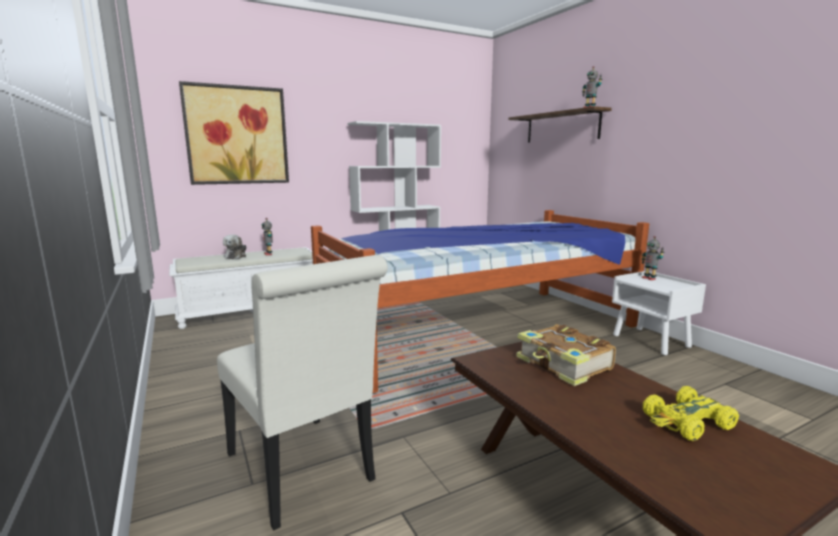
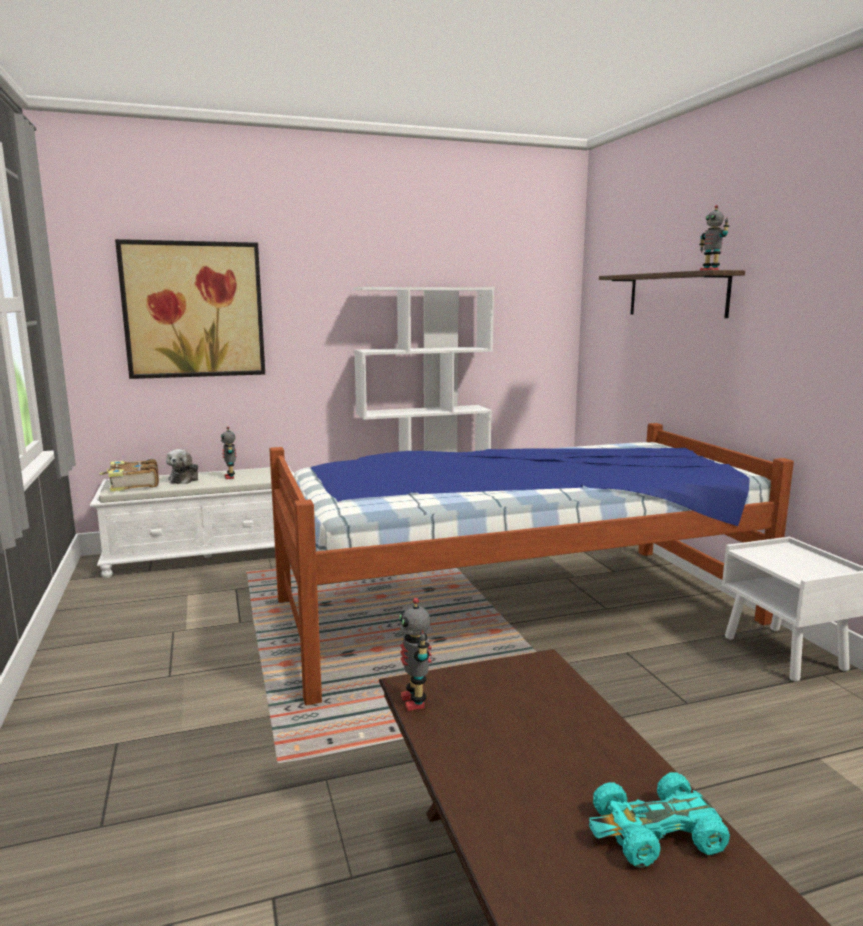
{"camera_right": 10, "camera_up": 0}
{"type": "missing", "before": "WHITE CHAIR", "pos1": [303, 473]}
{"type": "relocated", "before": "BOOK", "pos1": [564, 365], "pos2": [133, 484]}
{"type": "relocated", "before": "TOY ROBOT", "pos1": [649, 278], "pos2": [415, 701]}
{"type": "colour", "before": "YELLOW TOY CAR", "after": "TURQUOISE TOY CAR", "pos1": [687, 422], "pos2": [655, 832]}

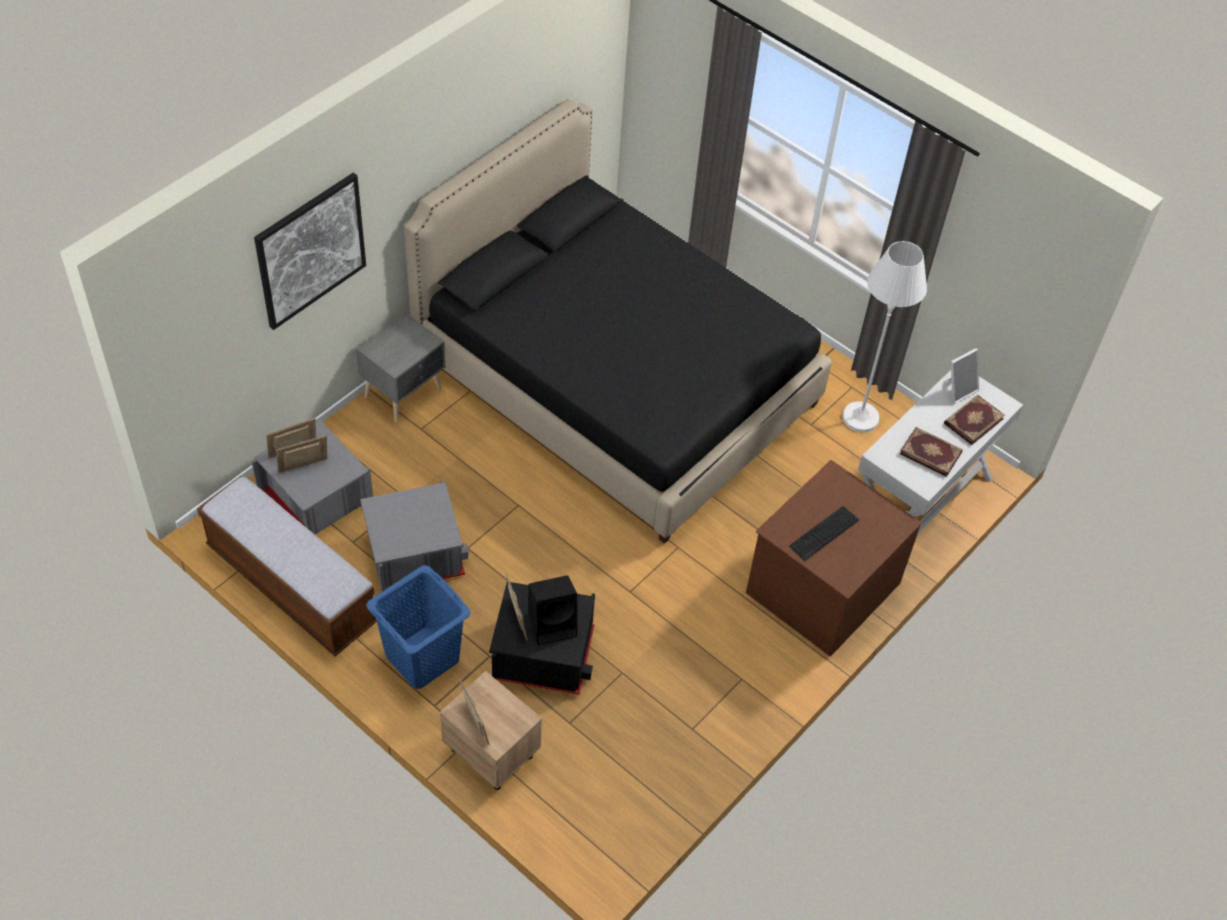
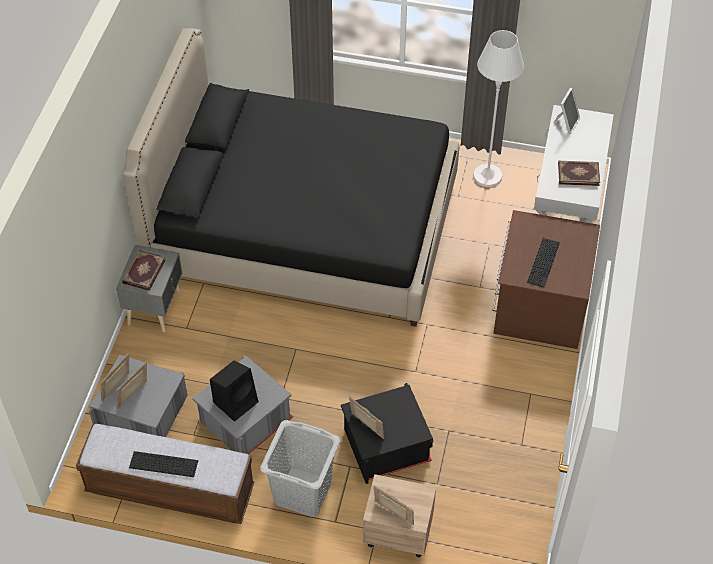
{"camera_right": -25, "camera_up": 0}
{"type": "missing", "before": "PICTURE", "pos1": [310, 250]}
{"type": "colour", "before": "BLUE LAUNDRY BASKET", "after": "GREY LAUNDRY BASKET", "pos1": [421, 657], "pos2": [302, 492]}
{"type": "relocated", "before": "BLACK SPEAKER", "pos1": [553, 623], "pos2": [236, 401]}
{"type": "relocated", "before": "BOOK", "pos1": [972, 420], "pos2": [143, 271]}
{"type": "appeared", "after": "KEYBOARD", "pos2": [163, 464]}

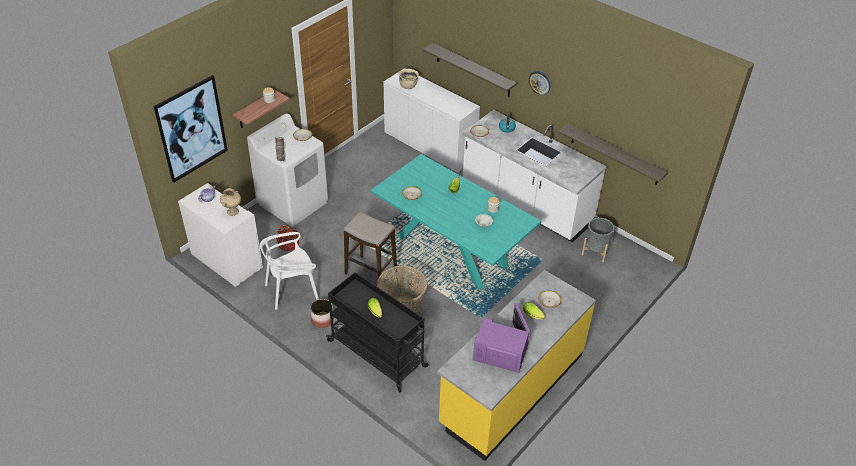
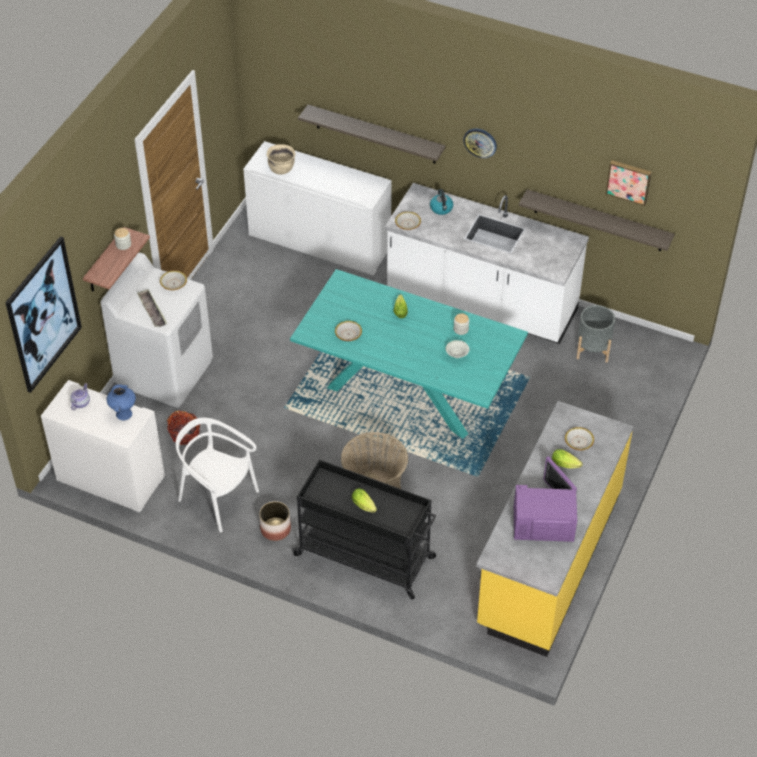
{"camera_right": -15, "camera_up": 5}
{"type": "colour", "before": "BEIGE VASE", "after": "BLUE VASE", "pos1": [233, 211], "pos2": [123, 413]}
{"type": "spun", "before": "WHITE CHAIR", "pos1": [292, 290], "pos2": [217, 498], "turn": 75}
{"type": "missing", "before": "STOOL", "pos1": [371, 273]}
{"type": "appeared", "after": "PICTURE", "pos2": [629, 181]}

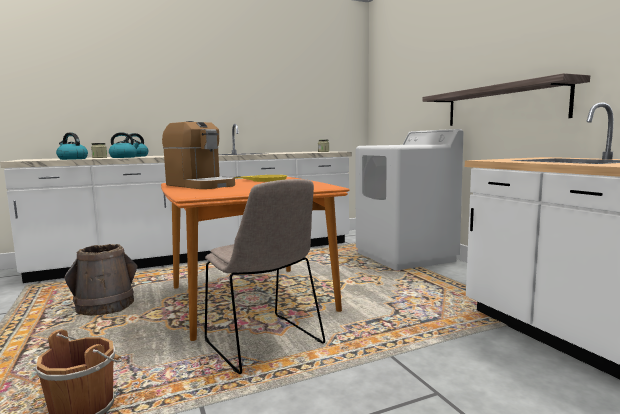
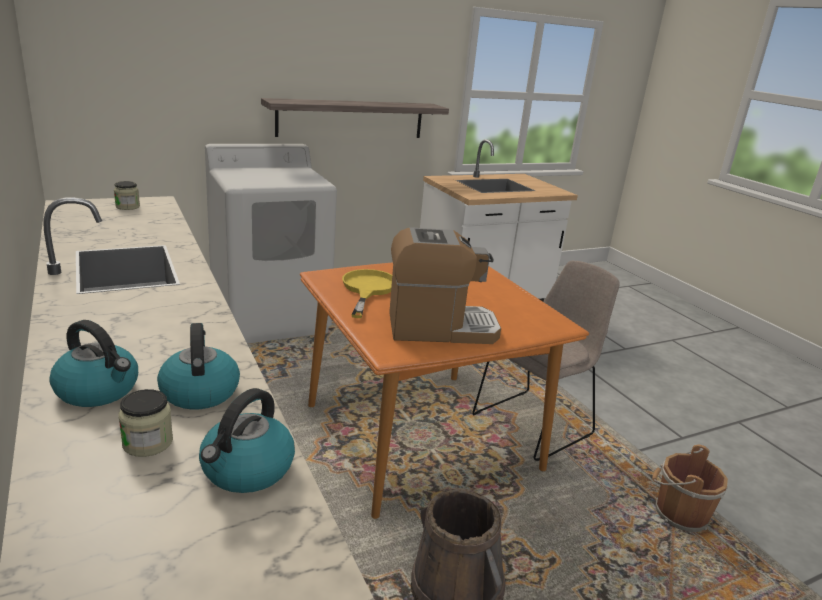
{"camera_right": -95, "camera_up": 15}
{"type": "spun", "before": "COFFEE MACHINE", "pos1": [200, 185], "pos2": [440, 328], "turn": 45}

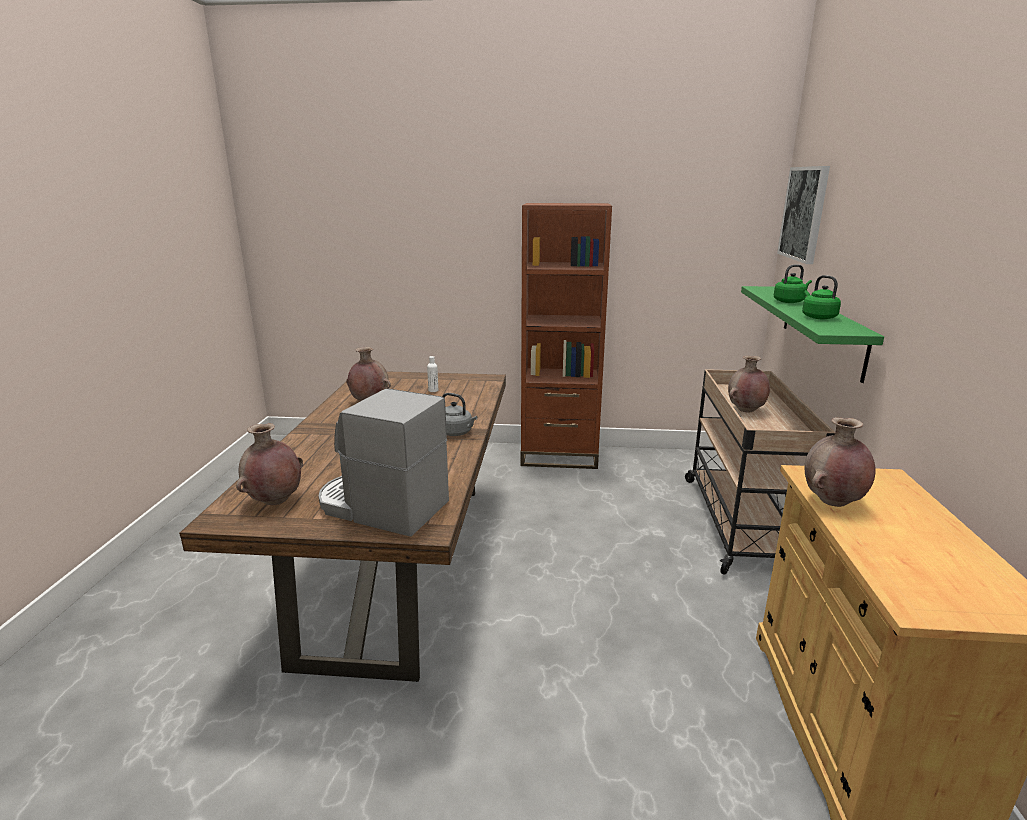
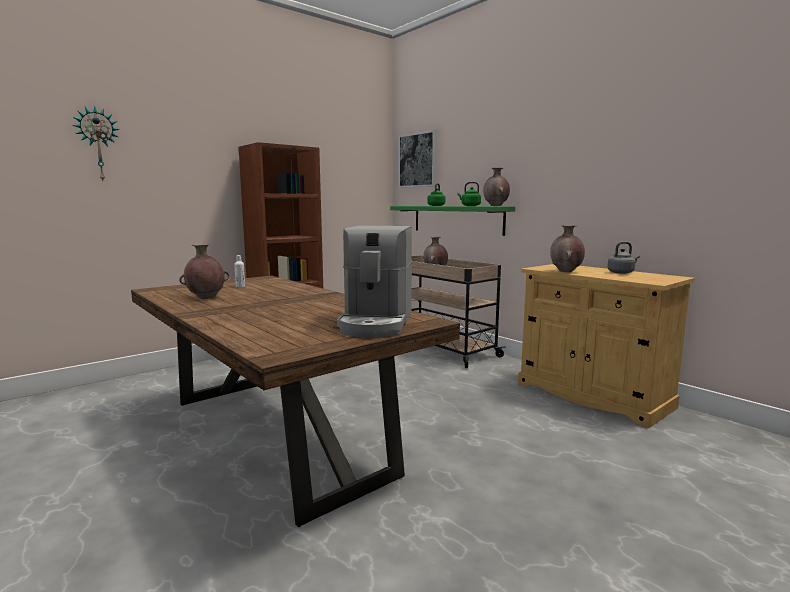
{"camera_right": -45, "camera_up": -10}
{"type": "relocated", "before": "BROWN VASE", "pos1": [274, 501], "pos2": [496, 206]}
{"type": "spun", "before": "COFFEE MACHINE", "pos1": [381, 507], "pos2": [376, 323], "turn": -60}
{"type": "relocated", "before": "GREY KETTLE", "pos1": [457, 433], "pos2": [621, 272]}
{"type": "appeared", "after": "WALL CLOCK", "pos2": [98, 144]}

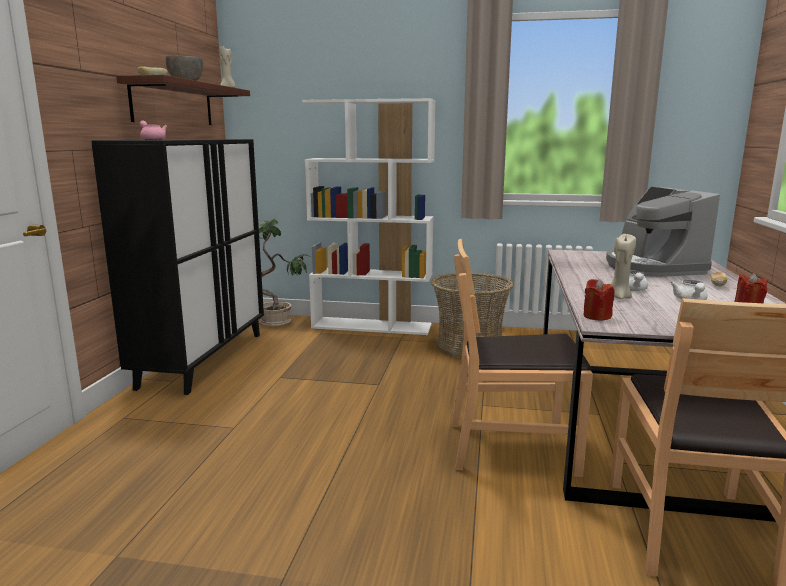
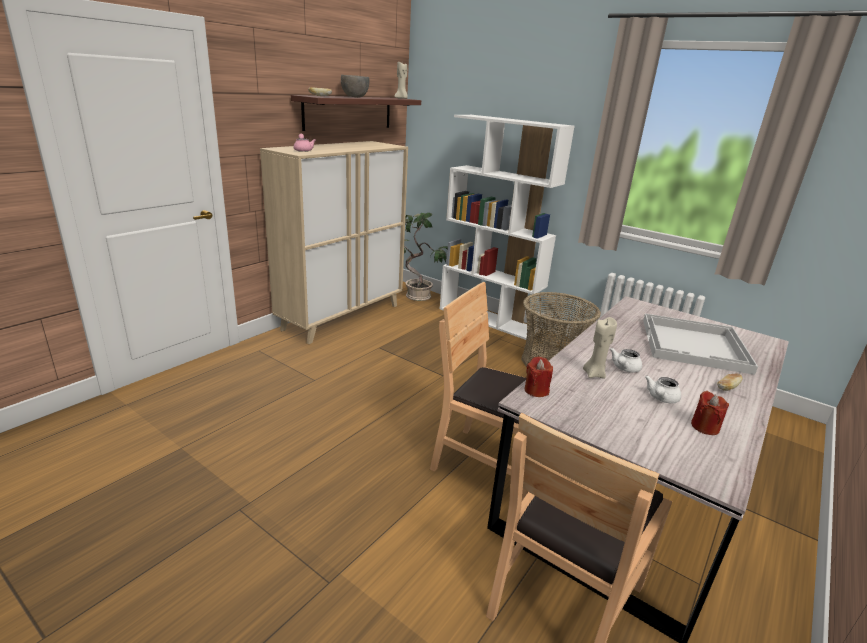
{"camera_right": 25, "camera_up": 10}
{"type": "colour", "before": "BLACK CABINET", "after": "BEIGE CABINET", "pos1": [203, 359], "pos2": [342, 317]}
{"type": "exchanged", "before": "COFFEE MACHINE", "after": "WHITE TRAY", "pos1": [652, 267], "pos2": [695, 345]}

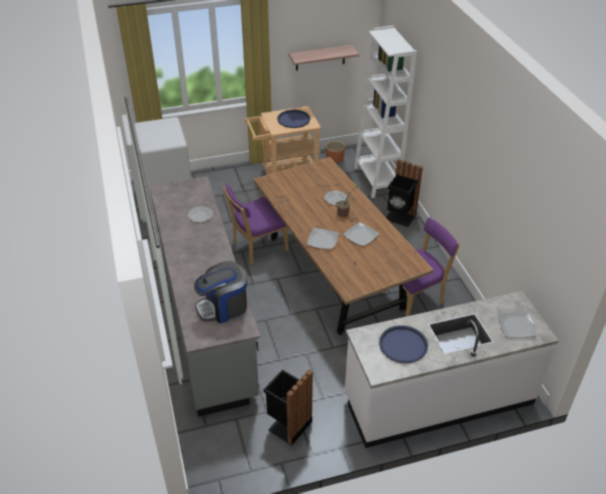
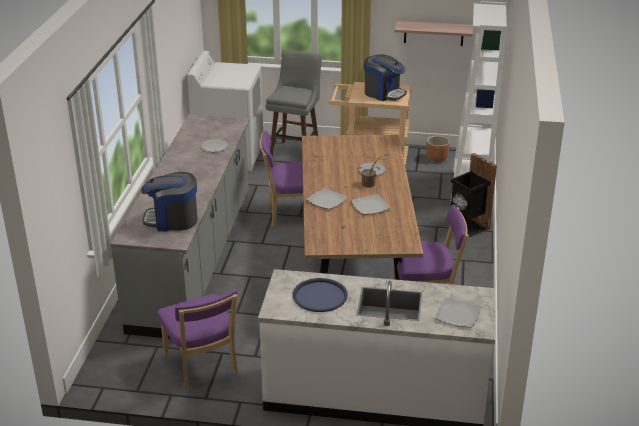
{"camera_right": 25, "camera_up": -10}
{"type": "exchanged", "before": "BLACK TRASH CAN", "after": "PURPLE CHAIR", "pos1": [288, 425], "pos2": [202, 367]}
{"type": "exchanged", "before": "BLUE TRAY", "after": "COFFEE MACHINE", "pos1": [293, 119], "pos2": [383, 93]}
{"type": "appeared", "after": "GREY STOOL", "pos2": [295, 152]}

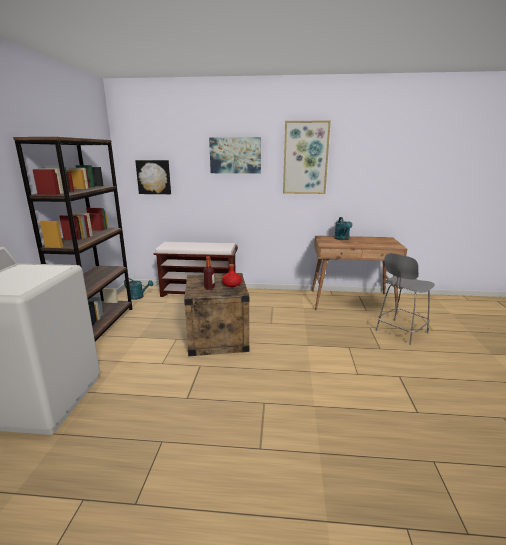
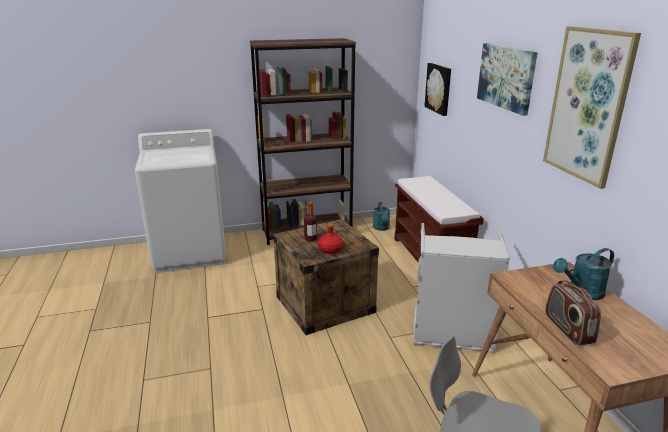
{"camera_right": 70, "camera_up": 5}
{"type": "appeared", "after": "GREY LAUNDRY BASKET", "pos2": [452, 335]}
{"type": "appeared", "after": "RADIO", "pos2": [567, 329]}

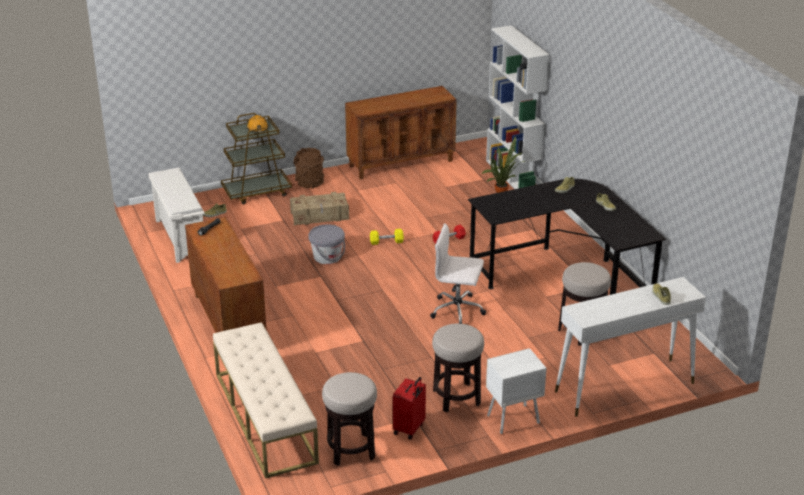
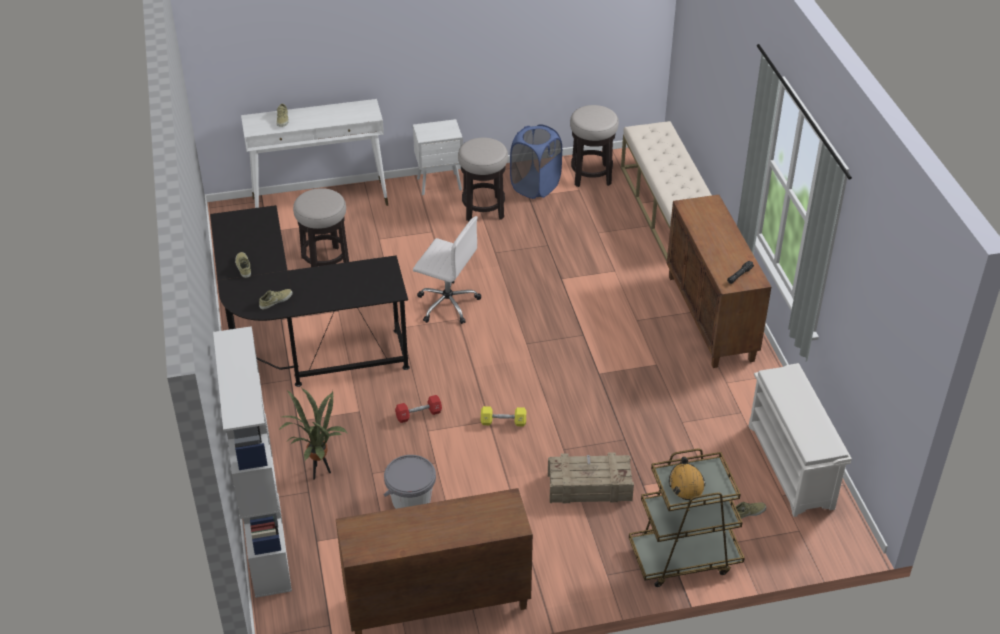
{"camera_right": -170, "camera_up": 10}
{"type": "missing", "before": "BROWN BUCKET", "pos1": [309, 183]}
{"type": "relocated", "before": "GREY BUCKET", "pos1": [327, 257], "pos2": [411, 499]}
{"type": "exchanged", "before": "RED SUITCASE", "after": "BLUE LAUNDRY BASKET", "pos1": [409, 429], "pos2": [535, 186]}

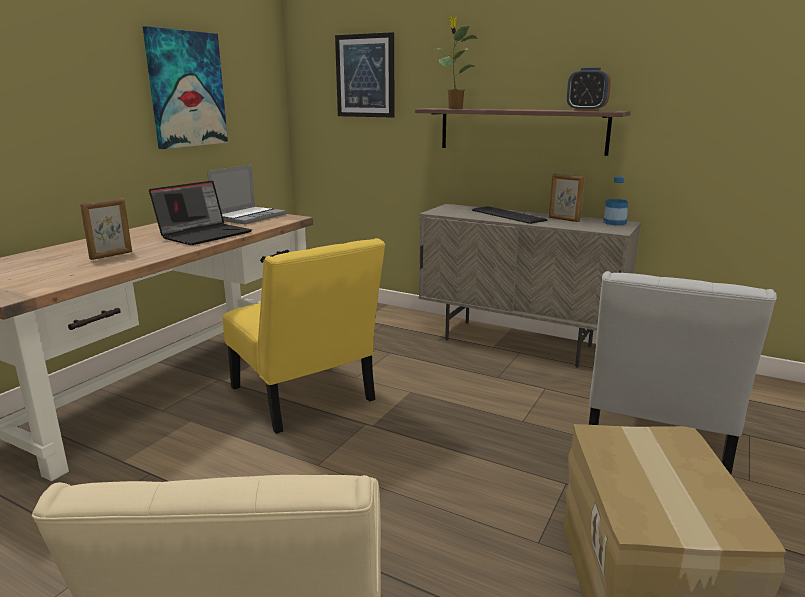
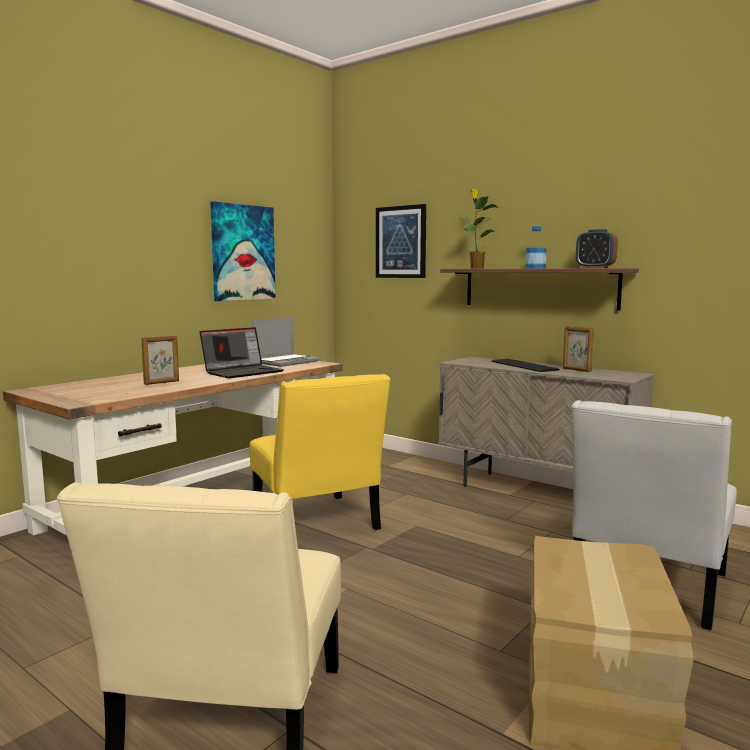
{"camera_right": 10, "camera_up": -10}
{"type": "relocated", "before": "BOTTLE", "pos1": [614, 223], "pos2": [535, 268]}

